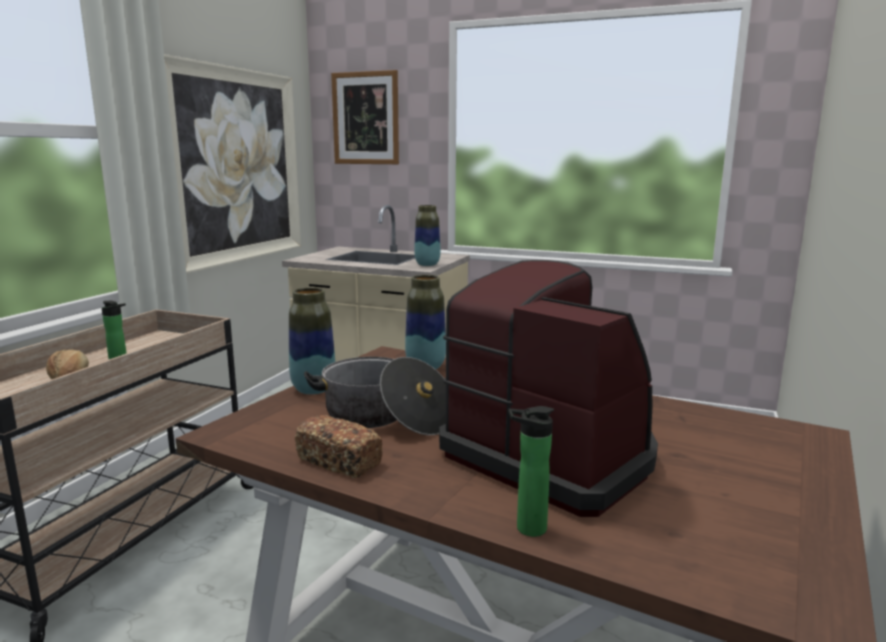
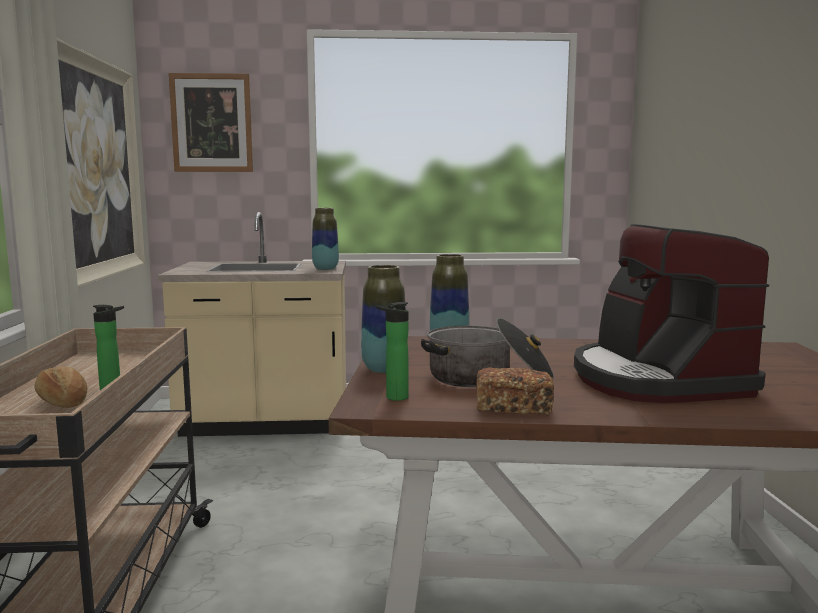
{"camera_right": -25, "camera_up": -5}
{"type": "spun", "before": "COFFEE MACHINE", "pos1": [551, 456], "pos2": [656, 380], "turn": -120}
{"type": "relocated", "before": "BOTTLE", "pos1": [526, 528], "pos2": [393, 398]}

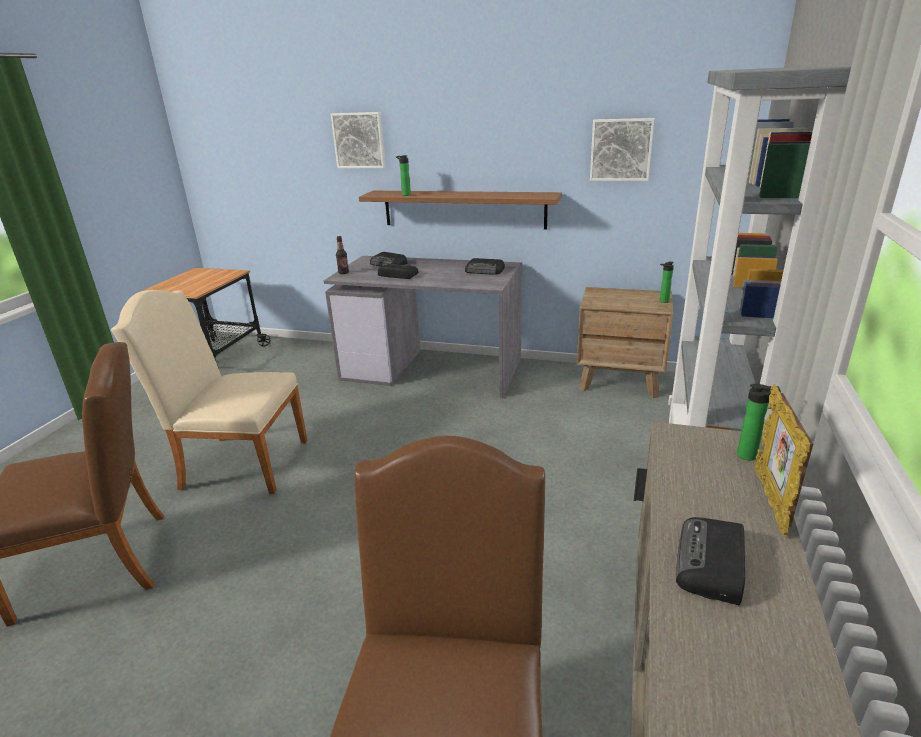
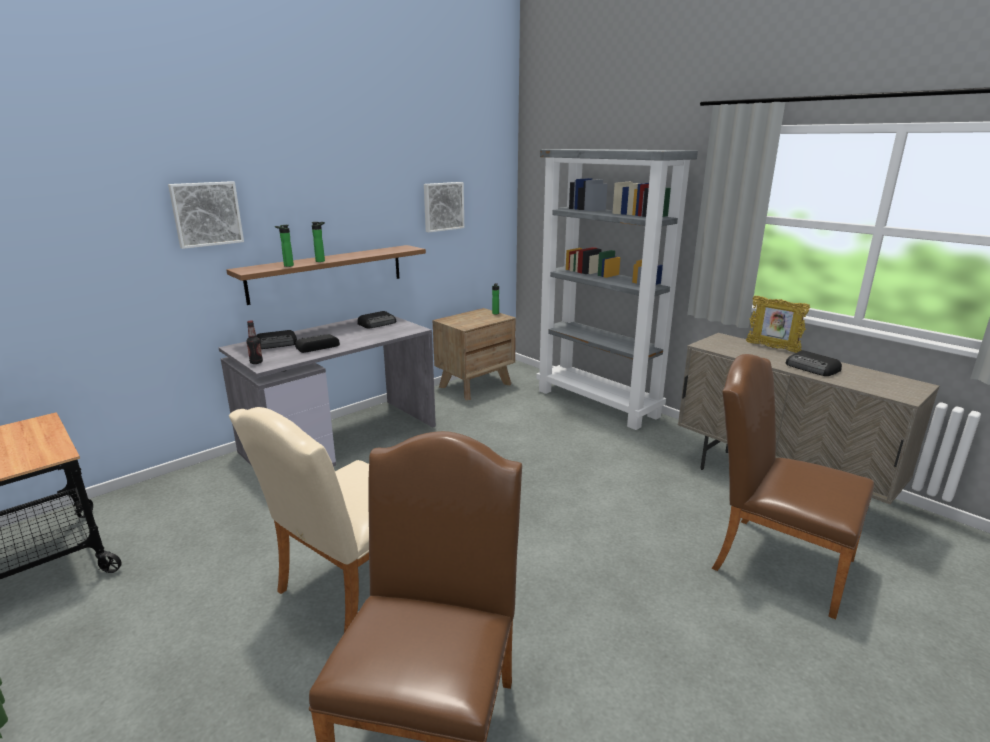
{"camera_right": -60, "camera_up": -5}
{"type": "relocated", "before": "BOTTLE", "pos1": [750, 456], "pos2": [321, 261]}

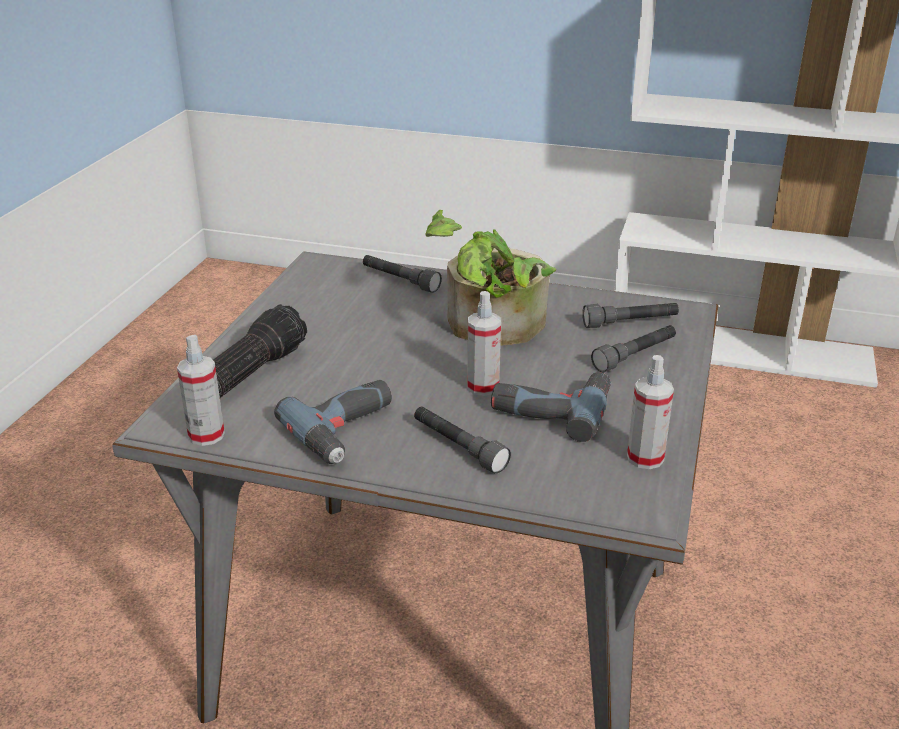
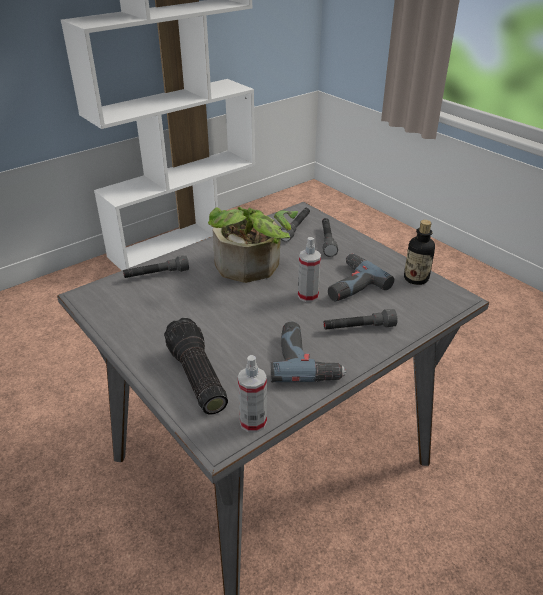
{"camera_right": -55, "camera_up": 5}
{"type": "exchanged", "before": "SPRAY BOTTLE", "after": "BOTTLE", "pos1": [645, 458], "pos2": [416, 278]}

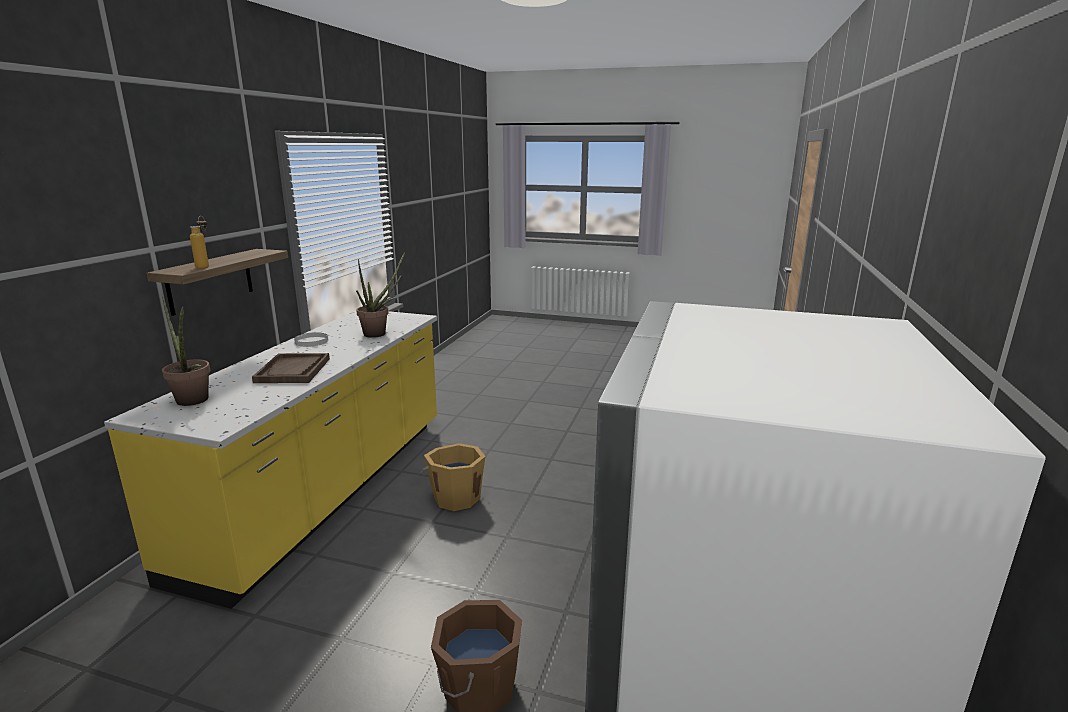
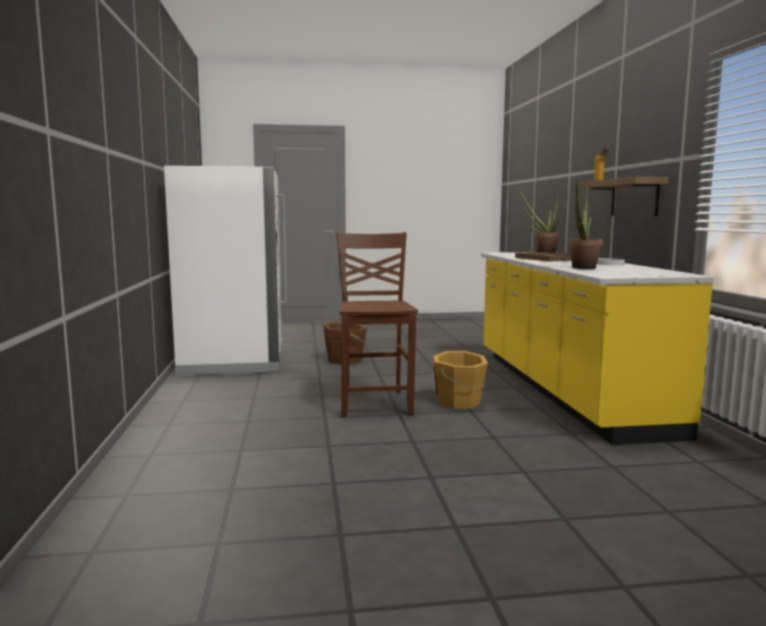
{"camera_right": 155, "camera_up": -10}
{"type": "appeared", "after": "BROWN CHAIR", "pos2": [375, 402]}

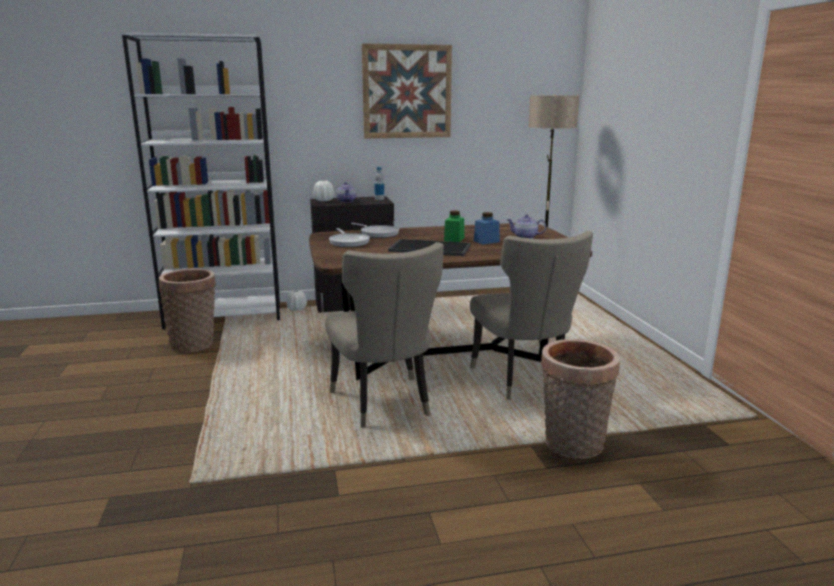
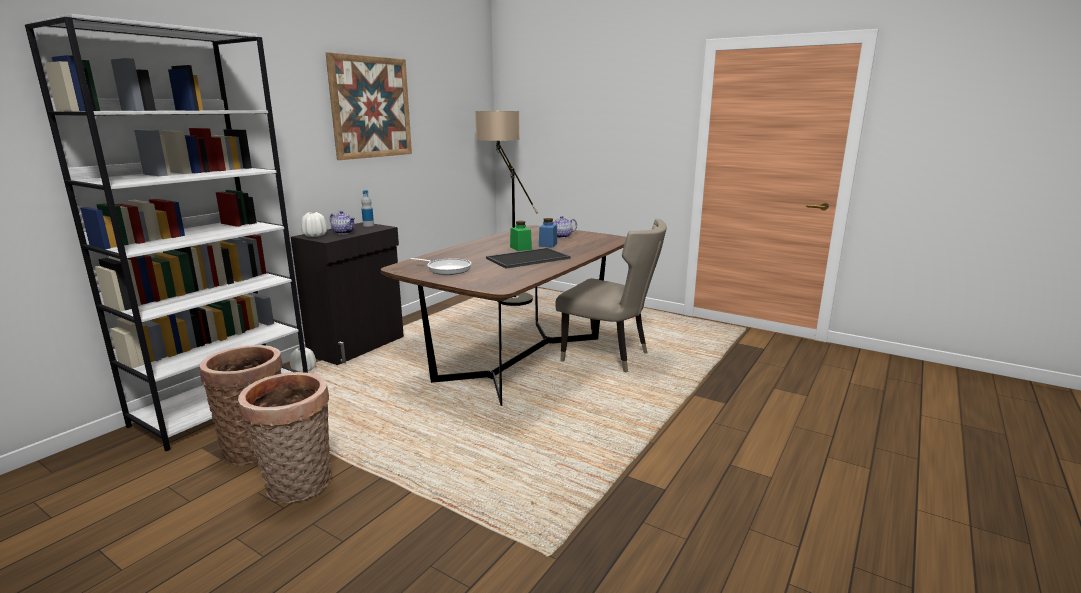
{"camera_right": -45, "camera_up": 0}
{"type": "missing", "before": "BEIGE CHAIR", "pos1": [384, 405]}
{"type": "missing", "before": "FRYING PAN", "pos1": [378, 233]}
{"type": "relocated", "before": "BASKET", "pos1": [572, 446], "pos2": [298, 487]}

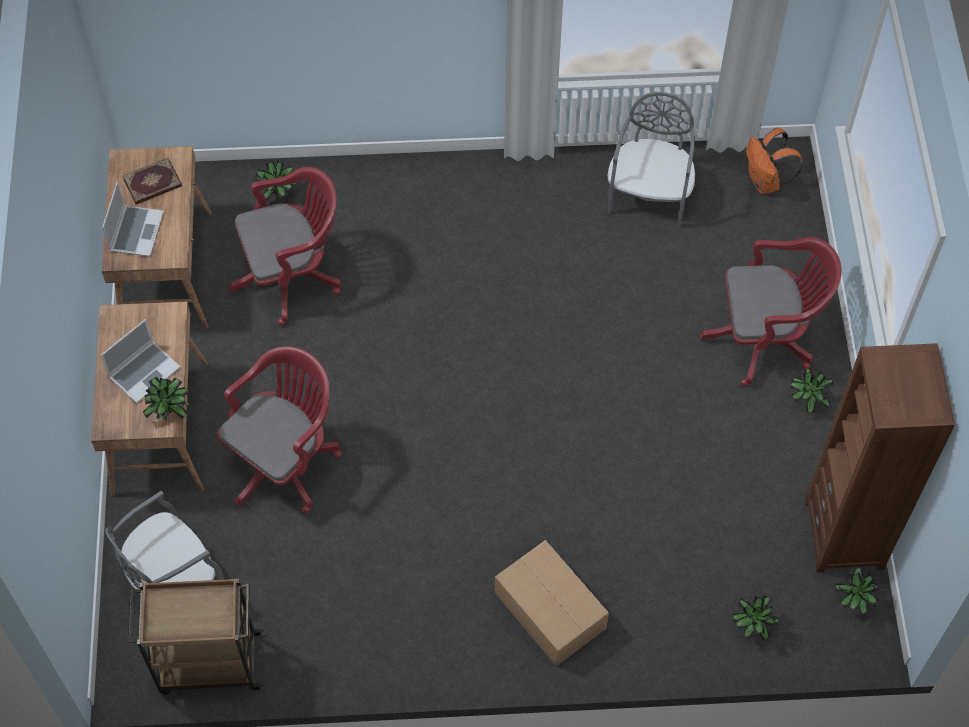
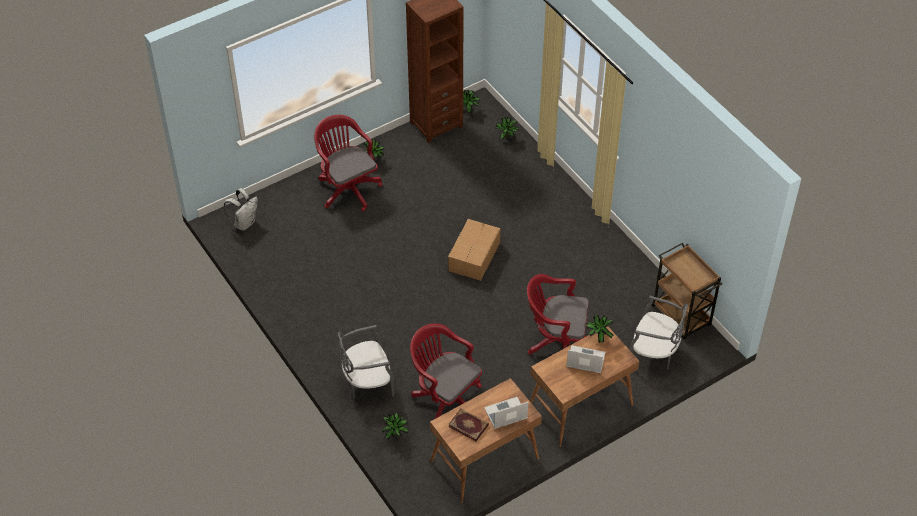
{"camera_right": -120, "camera_up": -10}
{"type": "relocated", "before": "CARDBOARD BOX", "pos1": [550, 612], "pos2": [475, 256]}
{"type": "relocated", "before": "GREY CHAIR", "pos1": [649, 195], "pos2": [367, 382]}
{"type": "colour", "before": "ORANGE BACKPACK", "after": "WHITE BACKPACK", "pos1": [765, 182], "pos2": [244, 223]}

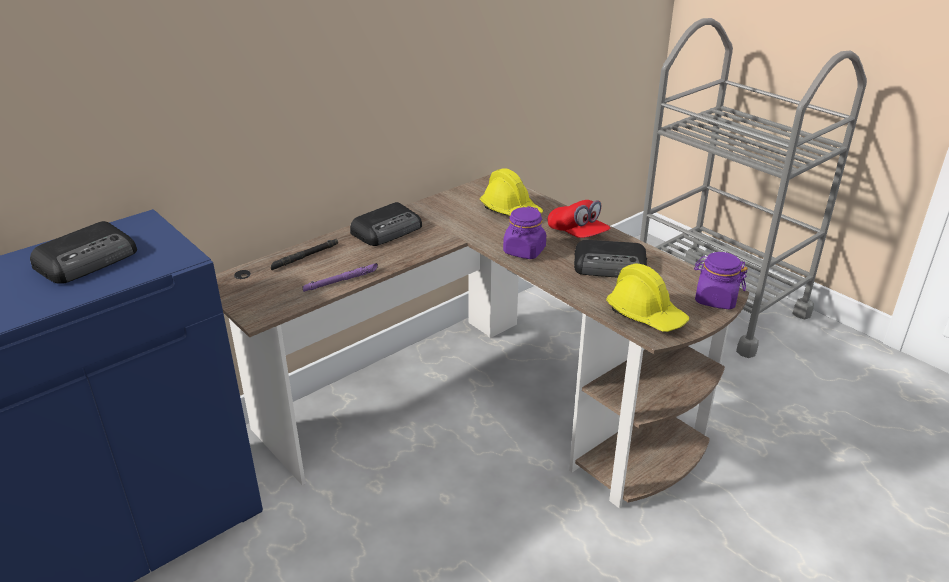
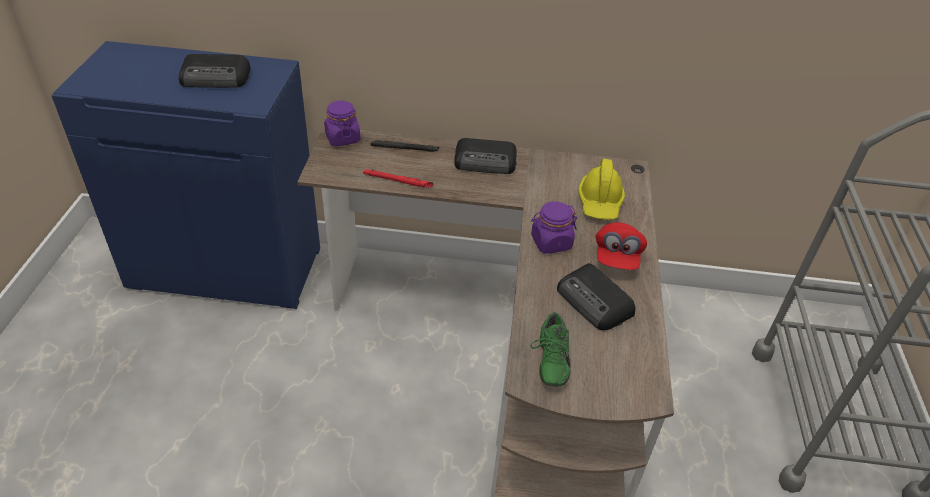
{"camera_right": 45, "camera_up": 10}
{"type": "colour", "before": "PURPLE FLASHLIGHT", "after": "RED FLASHLIGHT", "pos1": [341, 280], "pos2": [398, 181]}
{"type": "exchanged", "before": "YELLOW HARD HAT", "after": "GREEN SHOE", "pos1": [646, 315], "pos2": [549, 361]}
{"type": "relocated", "before": "PURPLE JAR", "pos1": [715, 299], "pos2": [342, 138]}

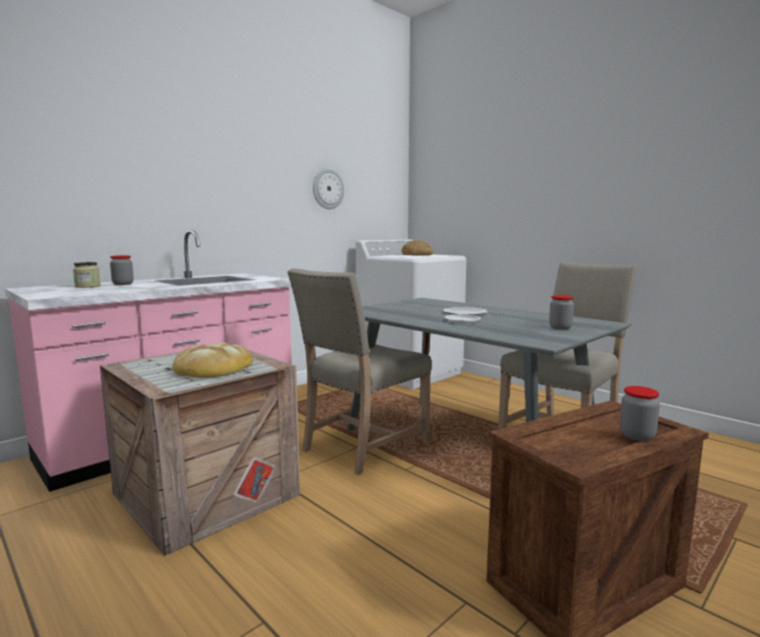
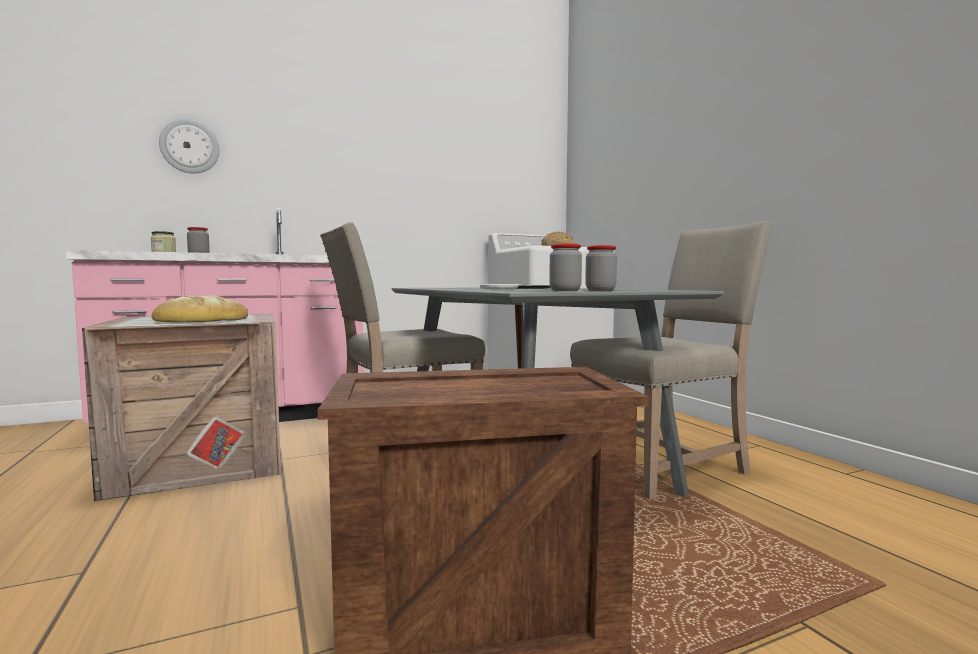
{"camera_right": 20, "camera_up": -5}
{"type": "relocated", "before": "WALL CLOCK", "pos1": [328, 189], "pos2": [190, 146]}
{"type": "relocated", "before": "JAR", "pos1": [637, 436], "pos2": [565, 290]}

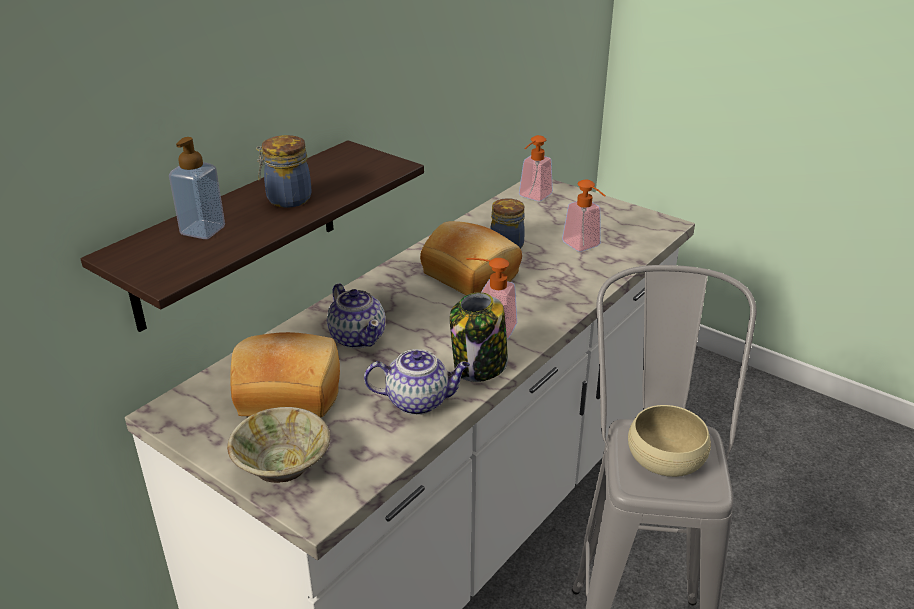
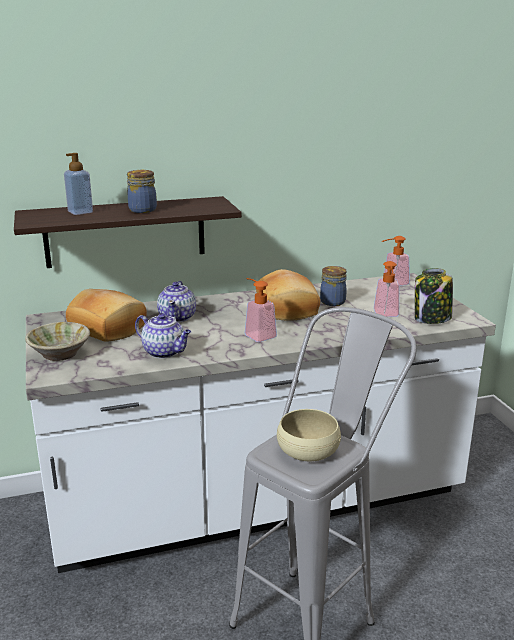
{"camera_right": 35, "camera_up": -10}
{"type": "relocated", "before": "JAR", "pos1": [479, 366], "pos2": [432, 319]}

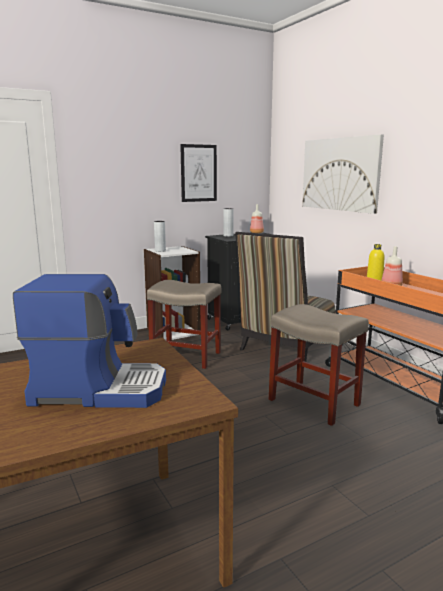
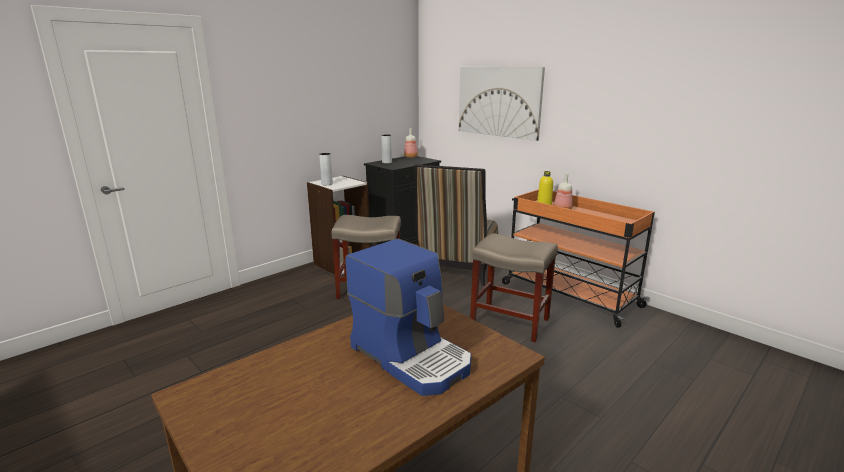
{"camera_right": -15, "camera_up": 5}
{"type": "spun", "before": "COFFEE MACHINE", "pos1": [100, 389], "pos2": [412, 356], "turn": 60}
{"type": "missing", "before": "PICTURE", "pos1": [198, 173]}

